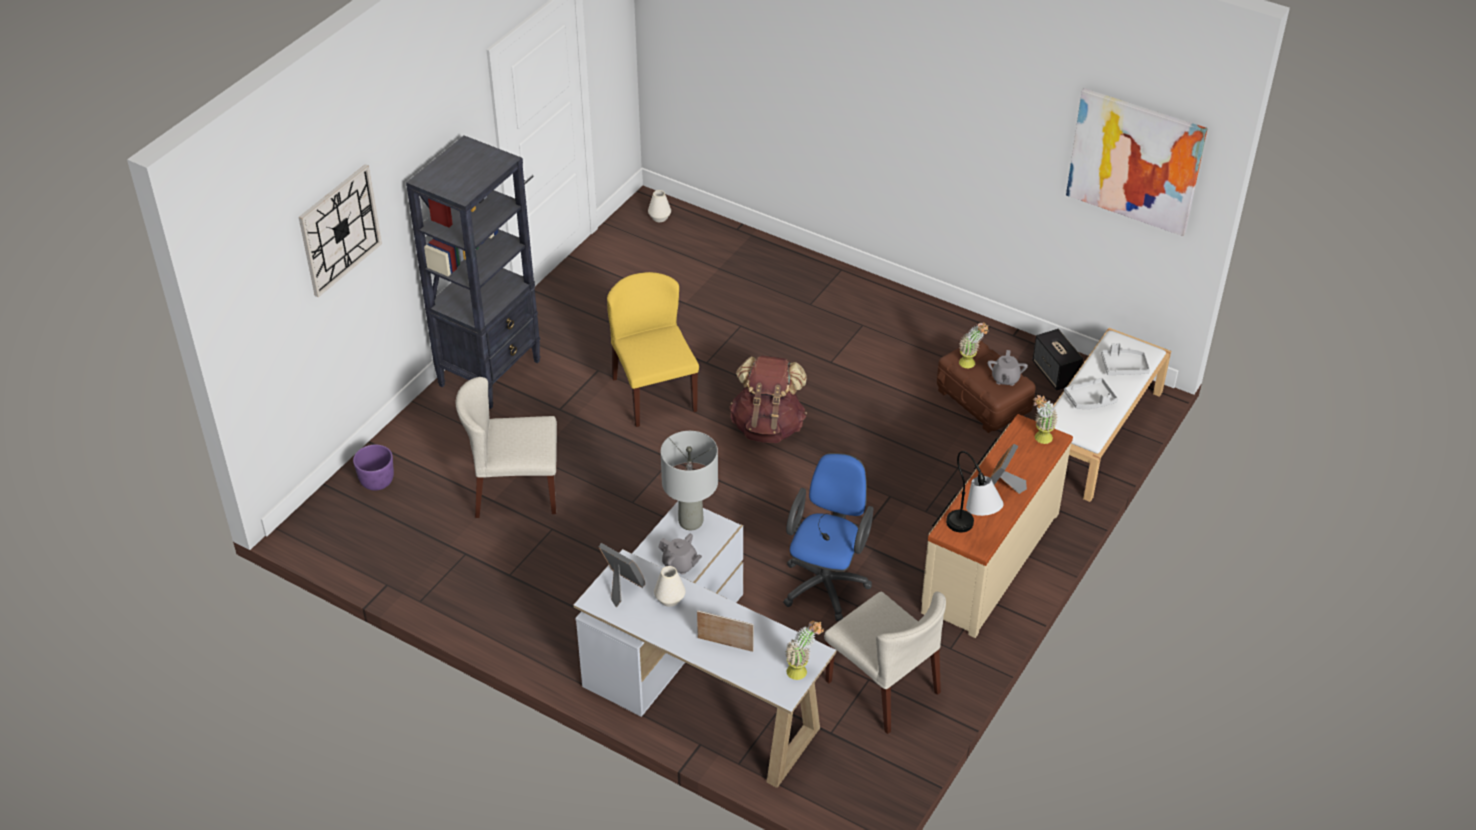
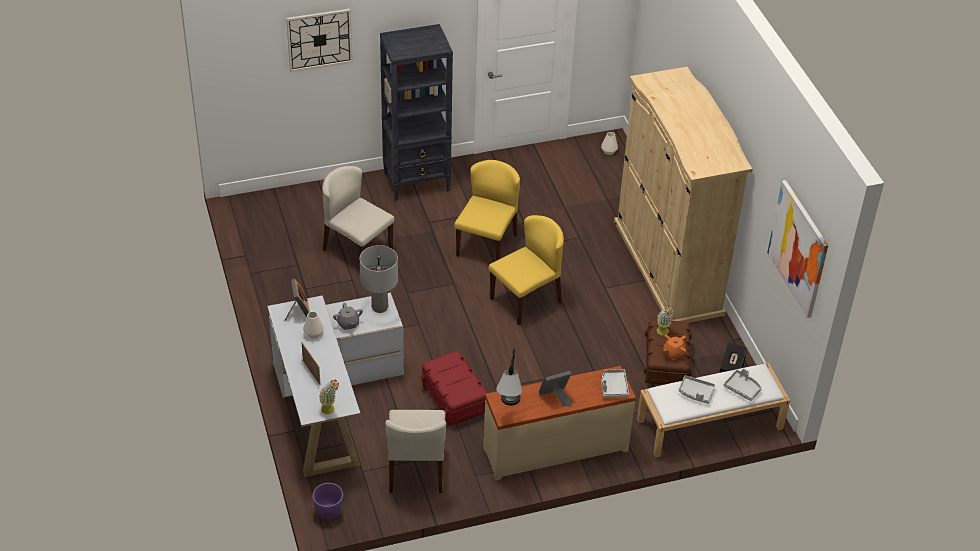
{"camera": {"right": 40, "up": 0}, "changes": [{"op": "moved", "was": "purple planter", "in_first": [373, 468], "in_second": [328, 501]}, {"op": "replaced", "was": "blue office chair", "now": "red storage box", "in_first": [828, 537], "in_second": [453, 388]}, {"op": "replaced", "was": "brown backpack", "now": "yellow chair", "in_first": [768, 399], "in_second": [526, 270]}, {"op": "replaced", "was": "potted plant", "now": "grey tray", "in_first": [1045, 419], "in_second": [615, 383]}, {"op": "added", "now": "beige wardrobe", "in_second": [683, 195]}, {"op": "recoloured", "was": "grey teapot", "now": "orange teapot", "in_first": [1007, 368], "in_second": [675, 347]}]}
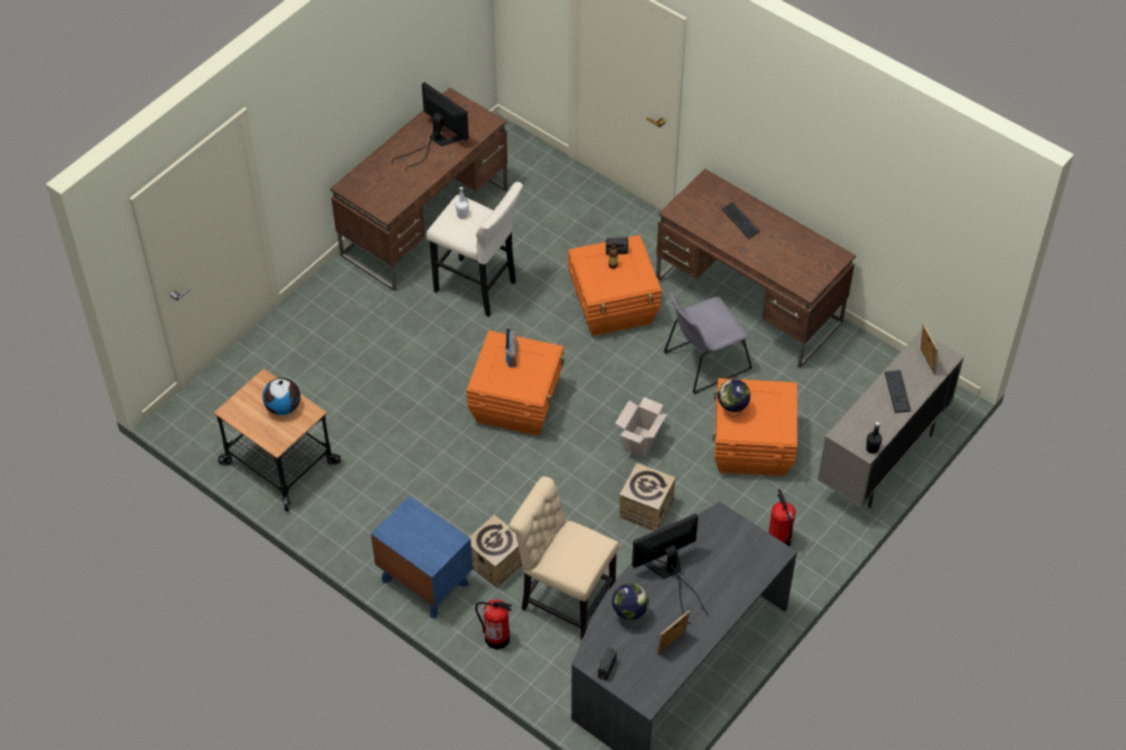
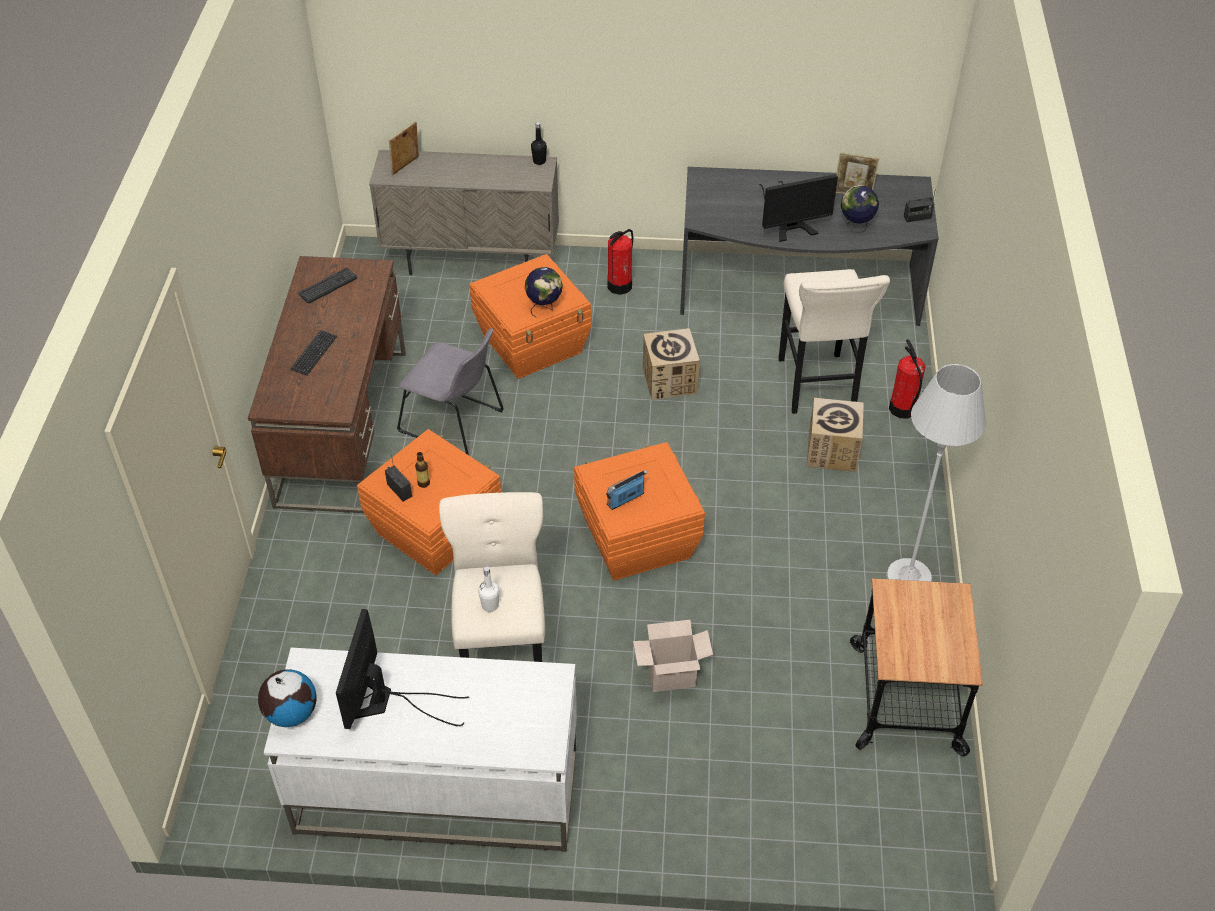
{"camera": {"right": -125, "up": -5}, "changes": [{"op": "moved", "was": "globe", "in_first": [281, 396], "in_second": [287, 698]}, {"op": "recoloured", "was": "brown desk", "now": "white desk", "in_first": [419, 189], "in_second": [420, 750]}, {"op": "moved", "was": "keyboard", "in_first": [898, 391], "in_second": [327, 286]}, {"op": "moved", "was": "cardboard box", "in_first": [641, 427], "in_second": [673, 656]}, {"op": "turned", "was": "monitor", "in_first": [670, 569], "in_second": [798, 208], "clockwise": -45}, {"op": "replaced", "was": "beige chair", "now": "beige stool", "in_first": [564, 557], "in_second": [834, 341]}, {"op": "added", "now": "white floor lamp", "in_second": [936, 472]}, {"op": "removed", "was": "blue nightstand", "in_first": [422, 557]}]}
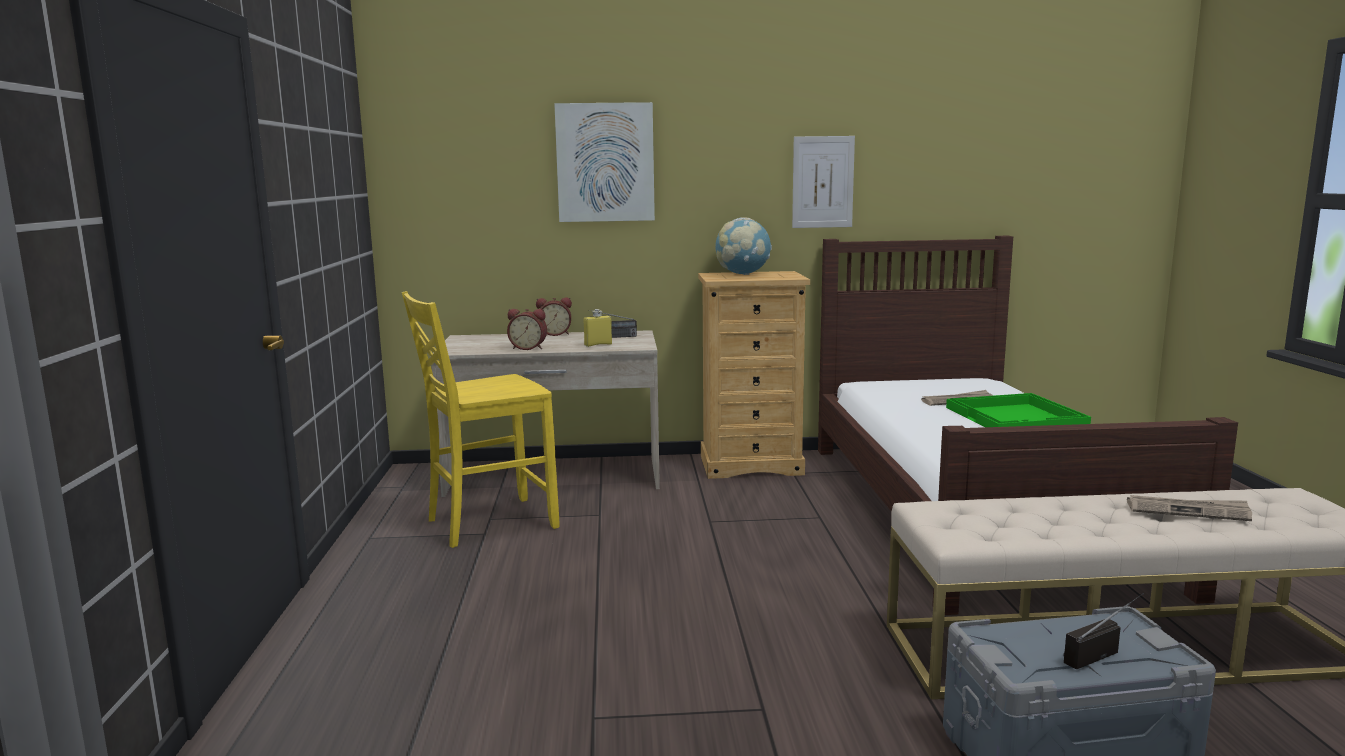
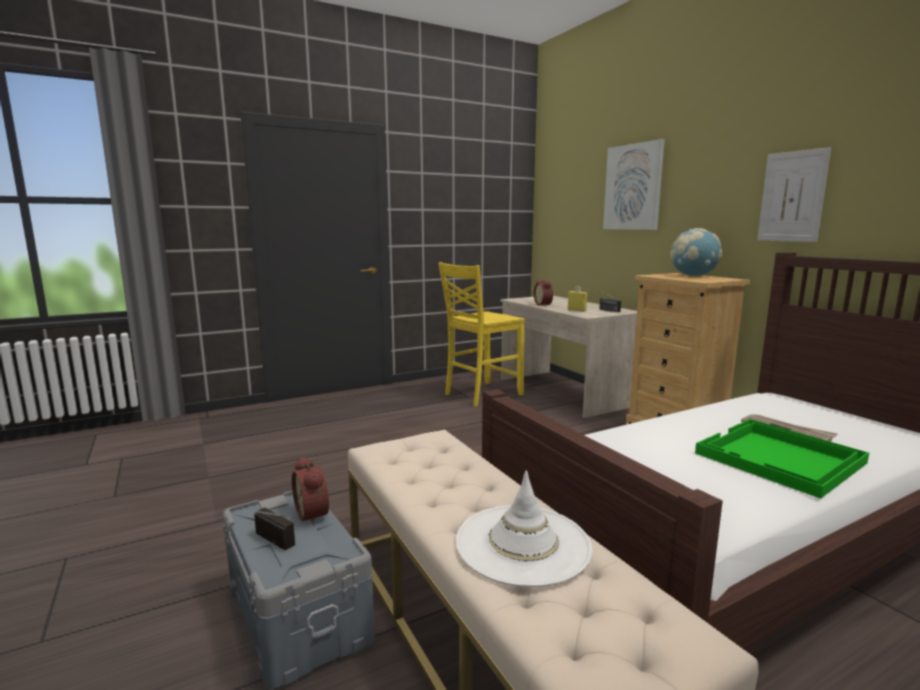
{"camera": {"right": 65, "up": 0}, "changes": [{"op": "moved", "was": "alarm clock", "in_first": [554, 317], "in_second": [310, 491]}, {"op": "turned", "was": "yellow chair", "in_first": [481, 419], "in_second": [481, 334], "clockwise": -75}, {"op": "replaced", "was": "newspaper", "now": "white hat", "in_first": [1189, 508], "in_second": [524, 528]}]}
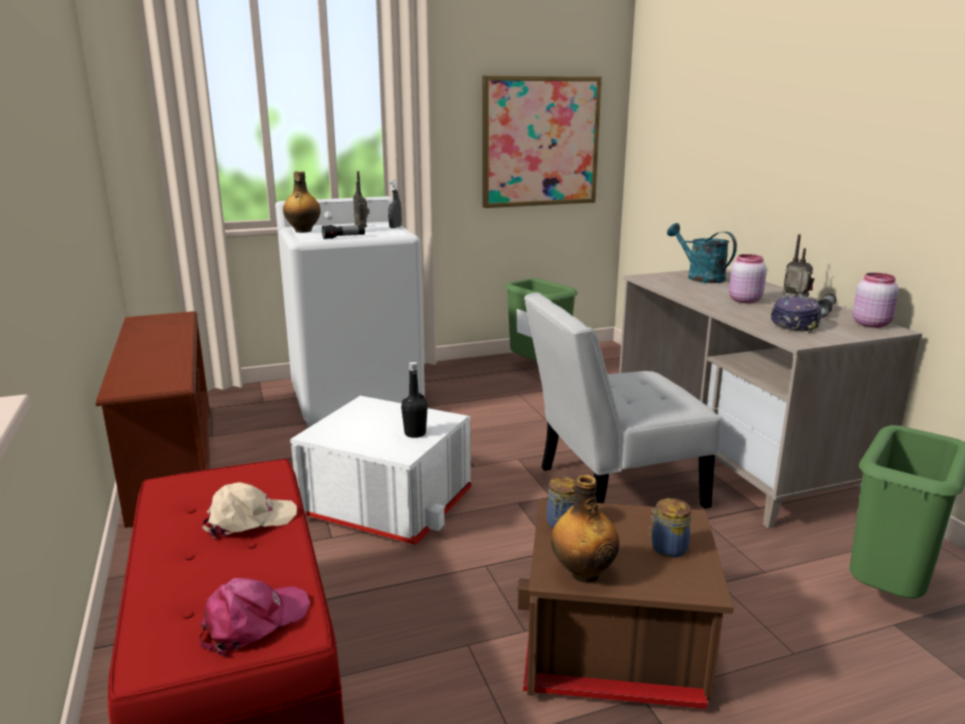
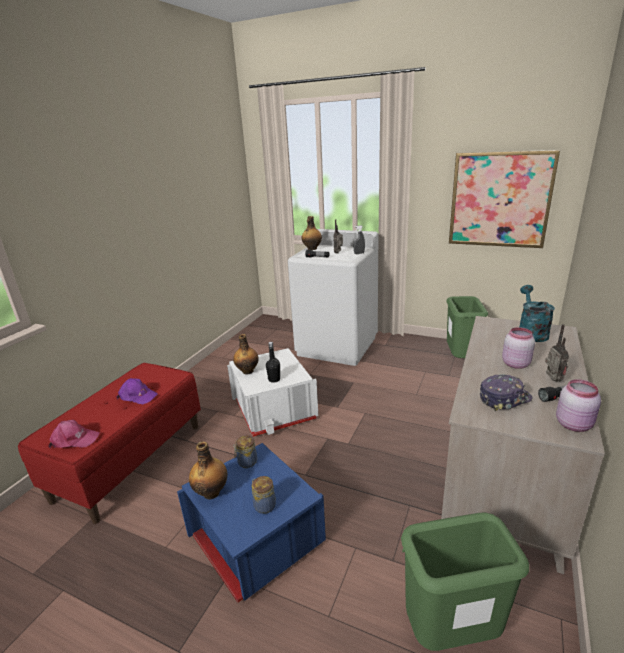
{"camera": {"right": 45, "up": 5}, "changes": [{"op": "recoloured", "was": "beige cap", "now": "purple cap", "in_first": [250, 510], "in_second": [137, 391]}, {"op": "recoloured", "was": "brown storage box", "now": "blue storage box", "in_first": [625, 604], "in_second": [251, 523]}, {"op": "added", "now": "bottle", "in_second": [246, 354]}, {"op": "removed", "was": "brown shoe rack", "in_first": [153, 419]}, {"op": "removed", "was": "white chair", "in_first": [622, 401]}]}
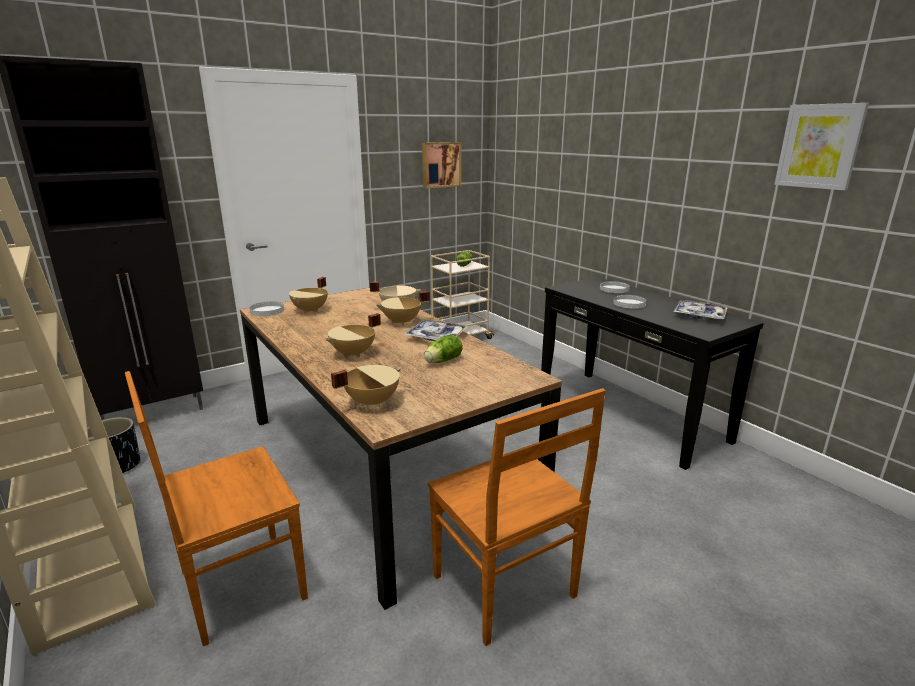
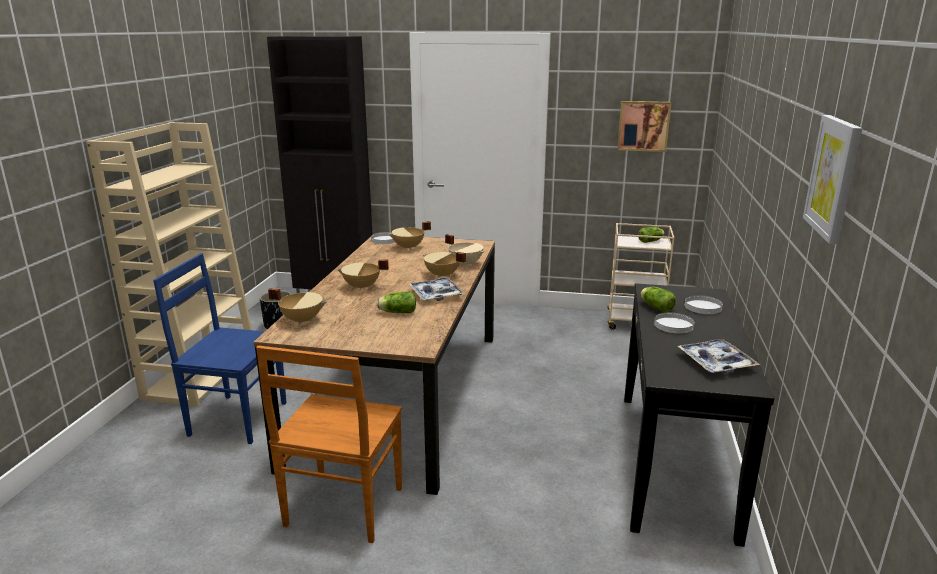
{"camera": {"right": 45, "up": 0}, "changes": [{"op": "recoloured", "was": "brown chair", "now": "blue chair", "in_first": [216, 508], "in_second": [219, 348]}, {"op": "added", "now": "lettuce", "in_second": [658, 299]}]}
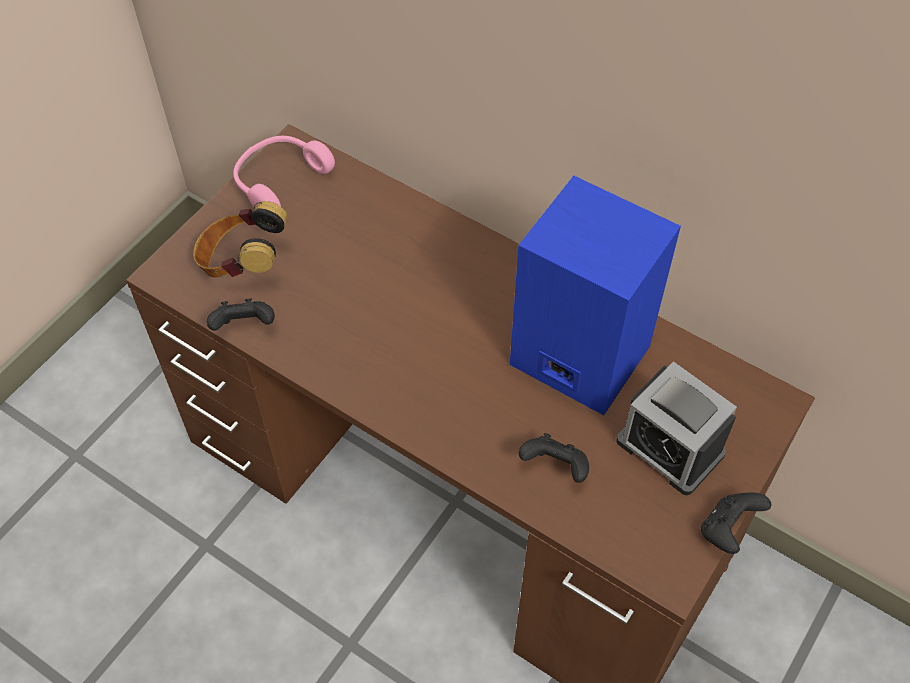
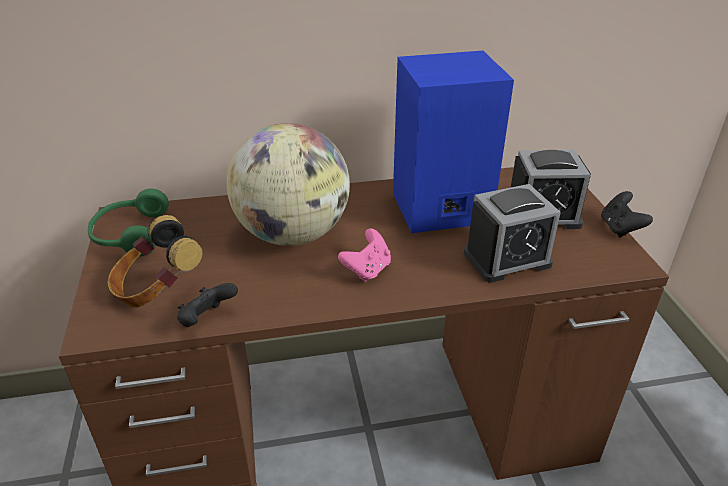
{"camera": {"right": -45, "up": -20}, "changes": [{"op": "recoloured", "was": "pink headphones", "now": "green headphones", "in_first": [284, 172], "in_second": [128, 222]}, {"op": "added", "now": "globe", "in_second": [288, 184]}, {"op": "added", "now": "pink game controller", "in_second": [364, 255]}, {"op": "replaced", "was": "black game controller", "now": "alarm clock", "in_first": [554, 458], "in_second": [512, 233]}]}
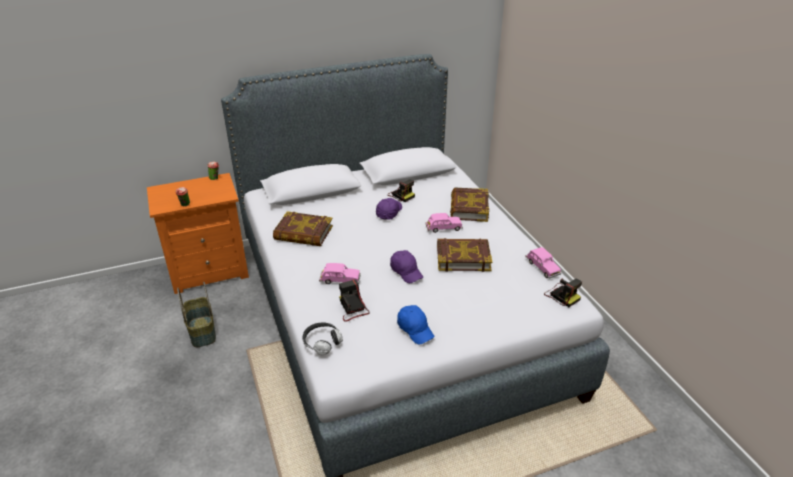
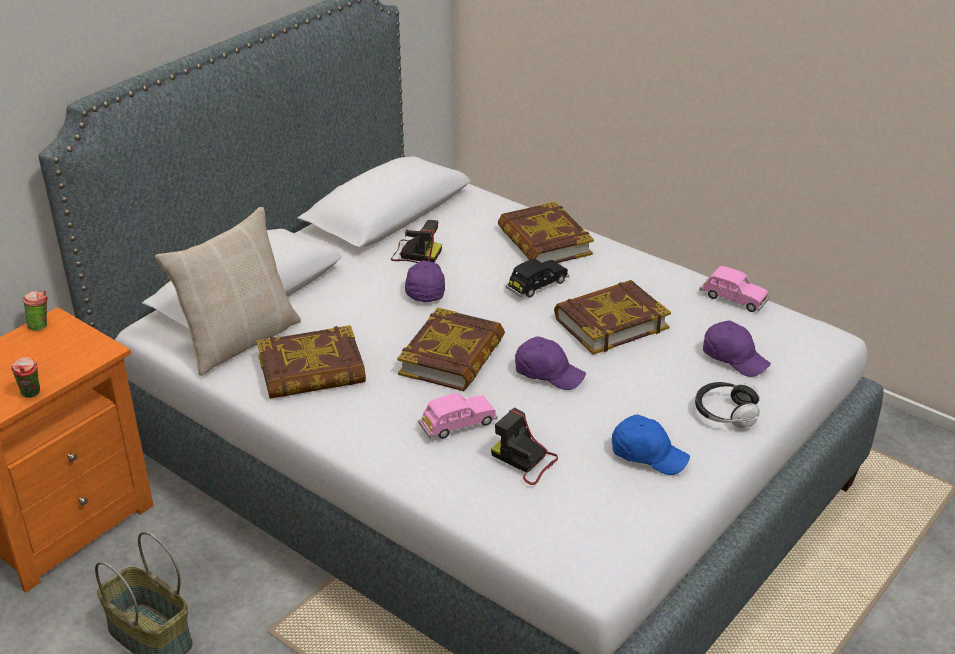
{"camera": {"right": -30, "up": 0}, "changes": [{"op": "added", "now": "beige pillow", "in_second": [228, 291]}, {"op": "added", "now": "book", "in_second": [451, 349]}, {"op": "recoloured", "was": "pink toy car", "now": "black toy car", "in_first": [444, 223], "in_second": [537, 278]}, {"op": "moved", "was": "headphones", "in_first": [322, 339], "in_second": [727, 405]}, {"op": "added", "now": "purple cap", "in_second": [737, 348]}, {"op": "removed", "was": "photo camera", "in_first": [563, 292]}]}
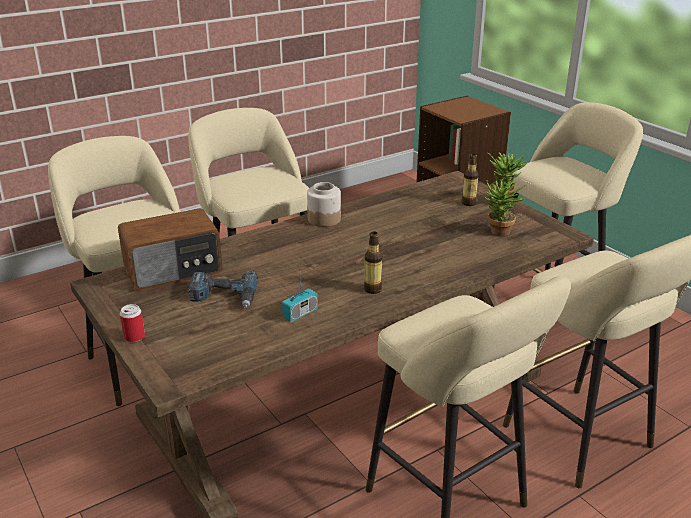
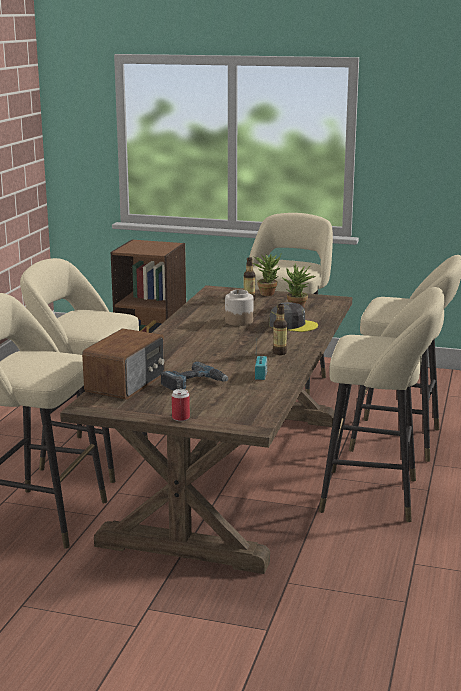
{"camera": {"right": -40, "up": -10}, "changes": [{"op": "moved", "was": "jar", "in_first": [324, 204], "in_second": [239, 308]}, {"op": "added", "now": "grey cap", "in_second": [293, 317]}]}
